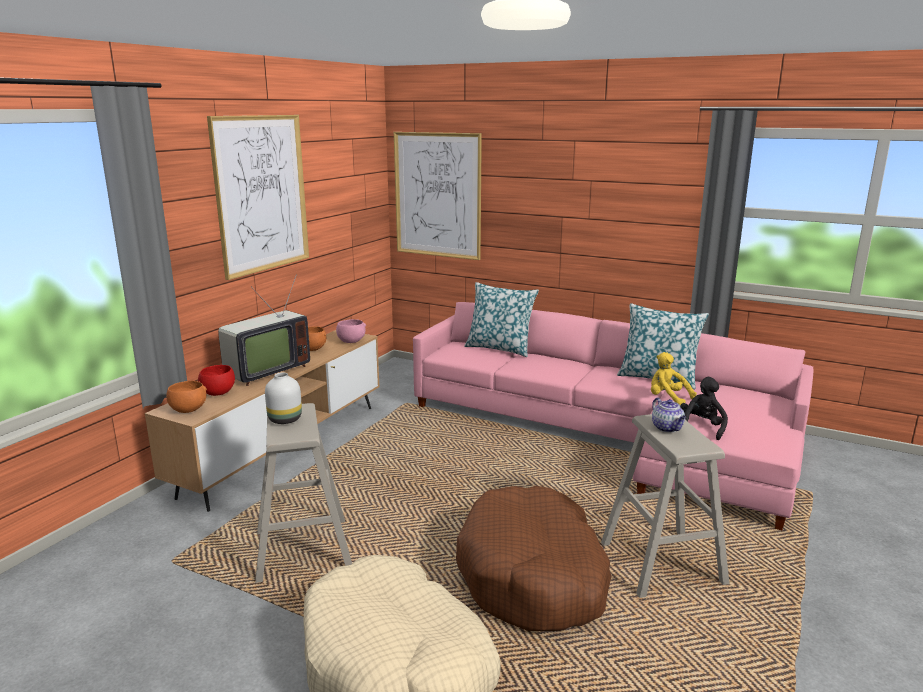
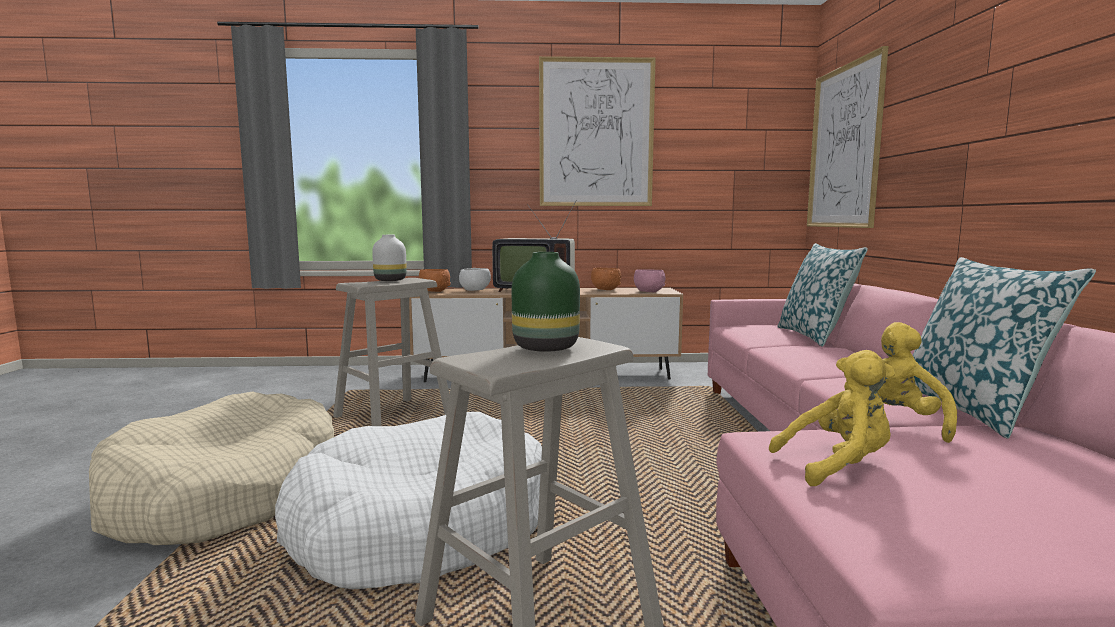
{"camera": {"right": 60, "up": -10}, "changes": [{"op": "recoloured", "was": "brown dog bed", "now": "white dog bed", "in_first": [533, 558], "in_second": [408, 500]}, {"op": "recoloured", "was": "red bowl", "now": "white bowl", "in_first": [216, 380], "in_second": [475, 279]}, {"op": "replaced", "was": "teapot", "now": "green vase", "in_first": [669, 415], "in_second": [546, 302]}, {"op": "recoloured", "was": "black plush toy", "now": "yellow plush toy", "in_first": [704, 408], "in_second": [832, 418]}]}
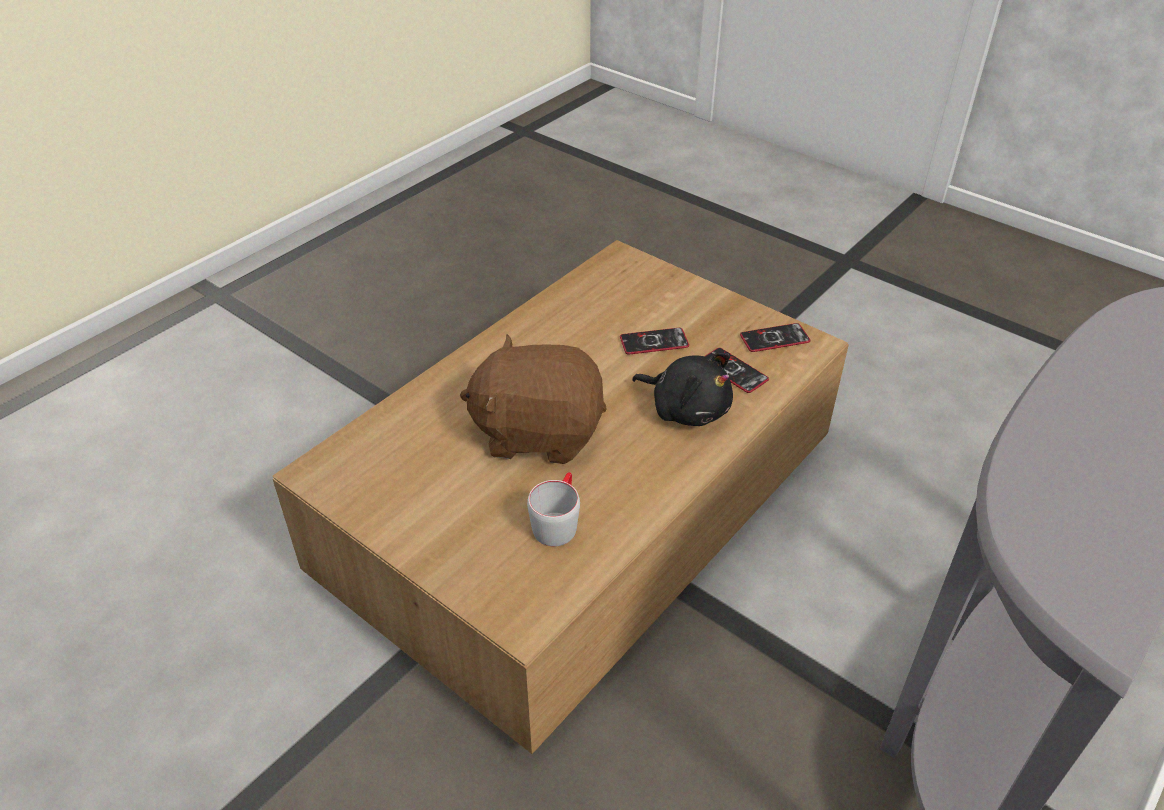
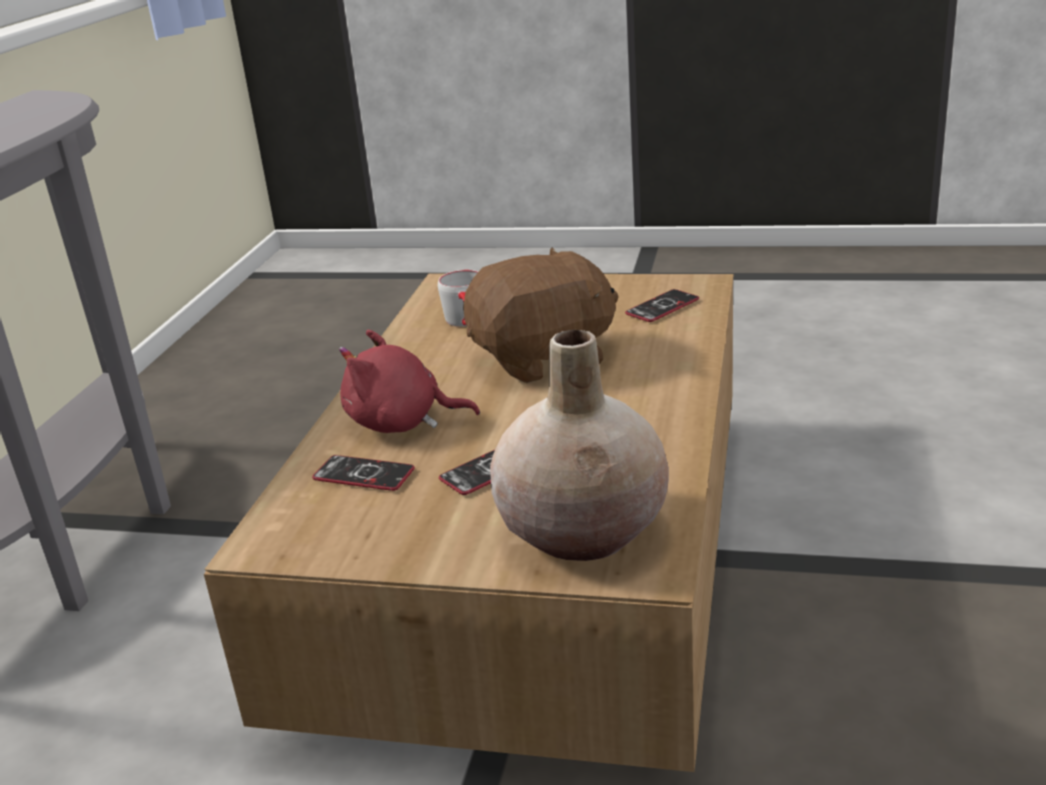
{"camera": {"right": 155, "up": -15}, "changes": [{"op": "recoloured", "was": "black plush toy", "now": "red plush toy", "in_first": [682, 389], "in_second": [409, 381]}, {"op": "added", "now": "beige vase", "in_second": [579, 445]}, {"op": "moved", "was": "phone", "in_first": [775, 337], "in_second": [662, 305]}]}
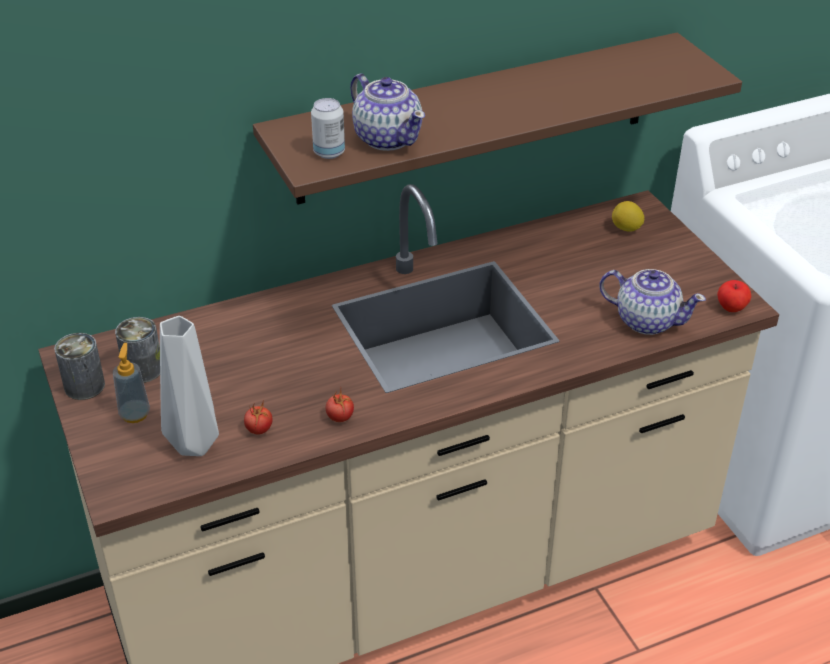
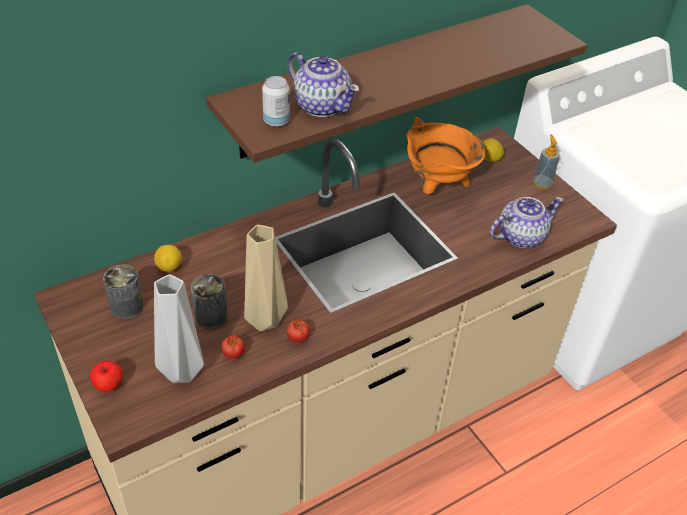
{"camera": {"right": -10, "up": 5}, "changes": [{"op": "moved", "was": "apple", "in_first": [734, 296], "in_second": [106, 376]}, {"op": "added", "now": "lemon", "in_second": [168, 258]}, {"op": "moved", "was": "can", "in_first": [79, 366], "in_second": [209, 301]}, {"op": "added", "now": "beige vase", "in_second": [266, 278]}, {"op": "added", "now": "orange cooking pot", "in_second": [445, 155]}, {"op": "turned", "was": "teapot", "in_first": [652, 302], "in_second": [526, 222], "clockwise": -45}, {"op": "moved", "was": "soap dispenser", "in_first": [131, 383], "in_second": [546, 162]}]}
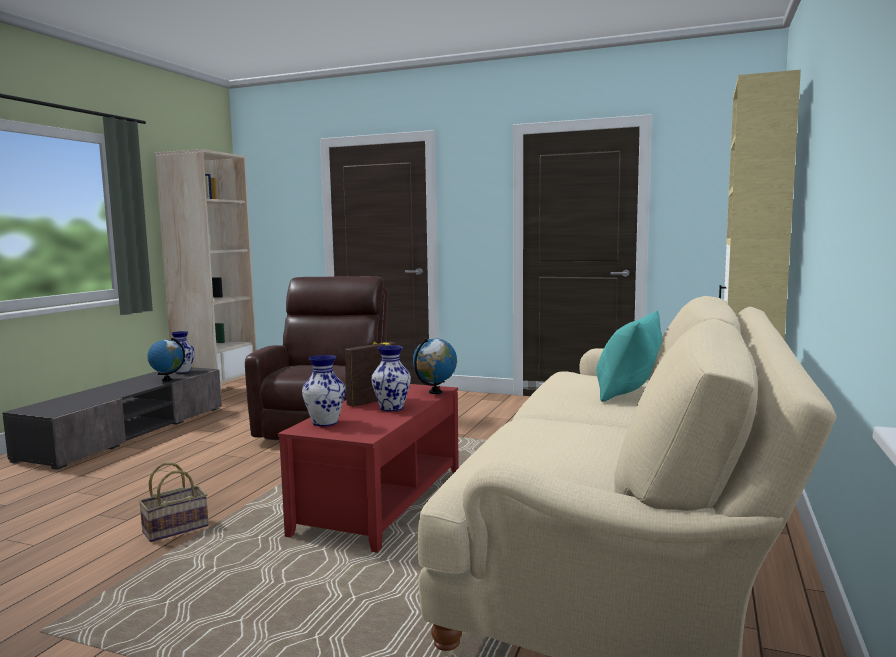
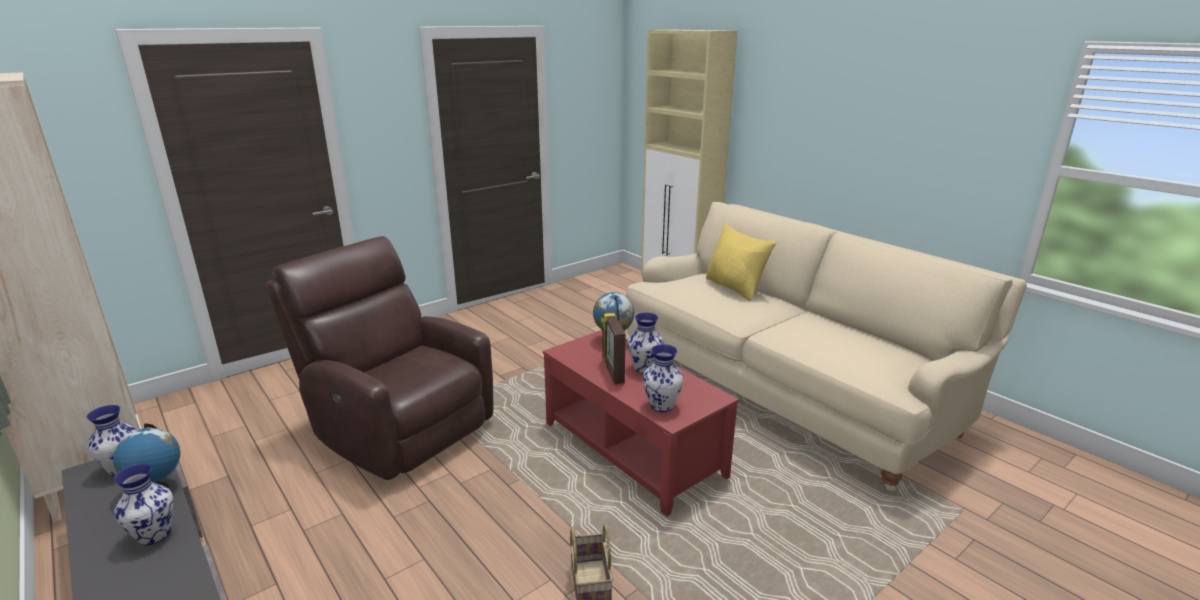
{"camera": {"right": -60, "up": 15}, "changes": [{"op": "added", "now": "vase", "in_second": [144, 504]}, {"op": "recoloured", "was": "turquoise pillow", "now": "yellow pillow", "in_first": [629, 356], "in_second": [741, 262]}]}
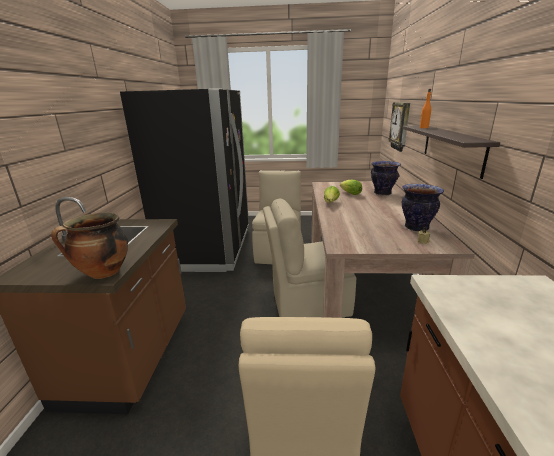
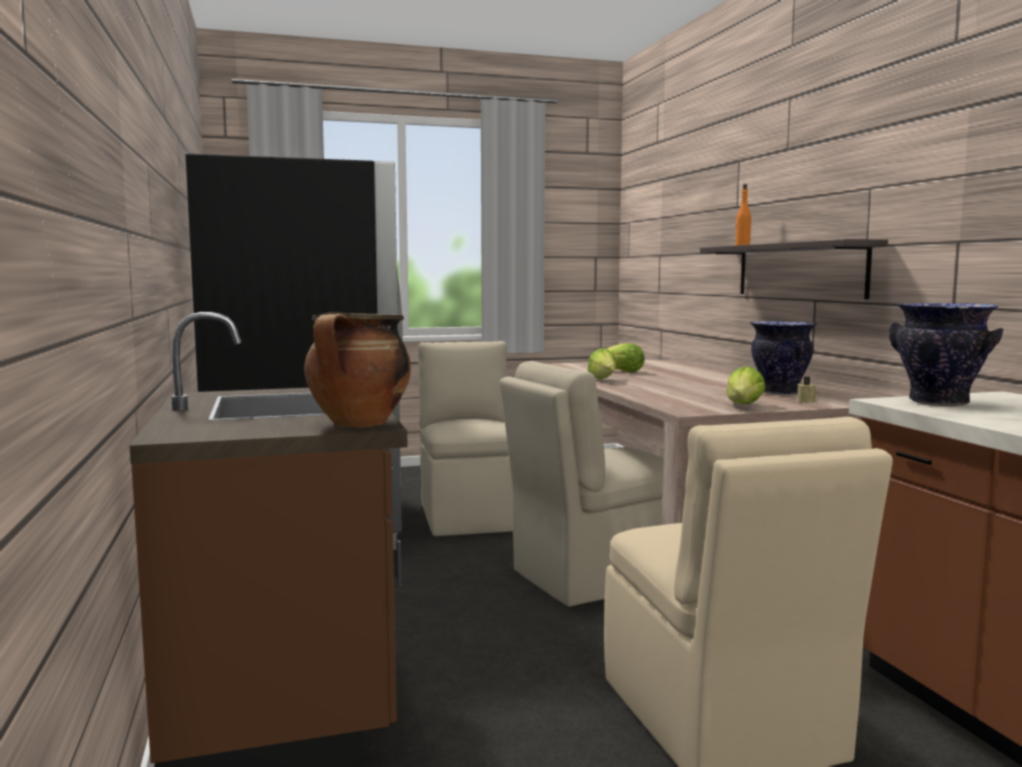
{"camera": {"right": -20, "up": -15}, "changes": [{"op": "added", "now": "lettuce", "in_second": [746, 385]}, {"op": "moved", "was": "vase", "in_first": [386, 178], "in_second": [946, 354]}, {"op": "removed", "was": "wall clock", "in_first": [399, 127]}]}
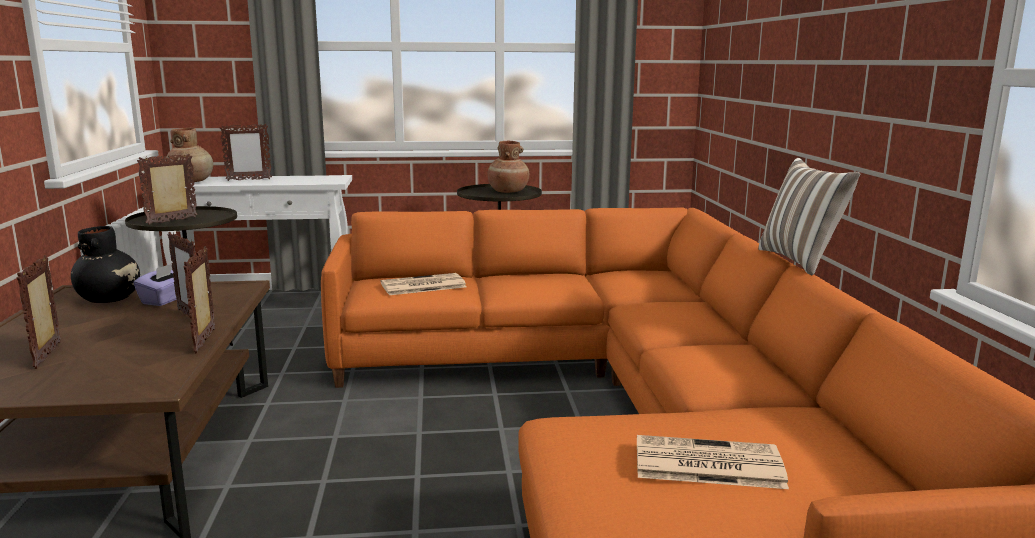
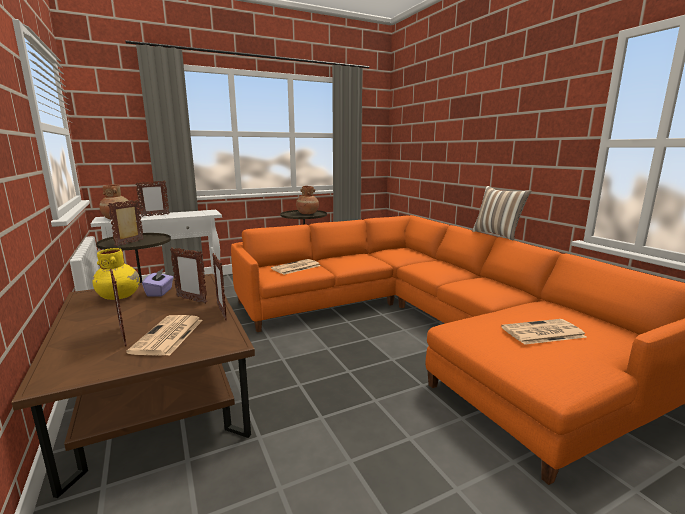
{"camera": {"right": -20, "up": 0}, "changes": [{"op": "recoloured", "was": "black vase", "now": "yellow vase", "in_first": [105, 264], "in_second": [116, 274]}, {"op": "added", "now": "newspaper", "in_second": [164, 335]}]}
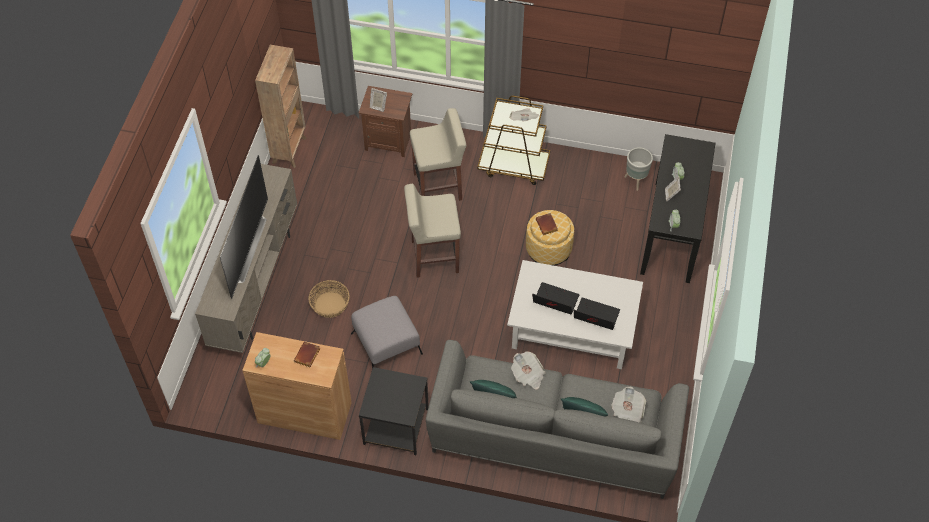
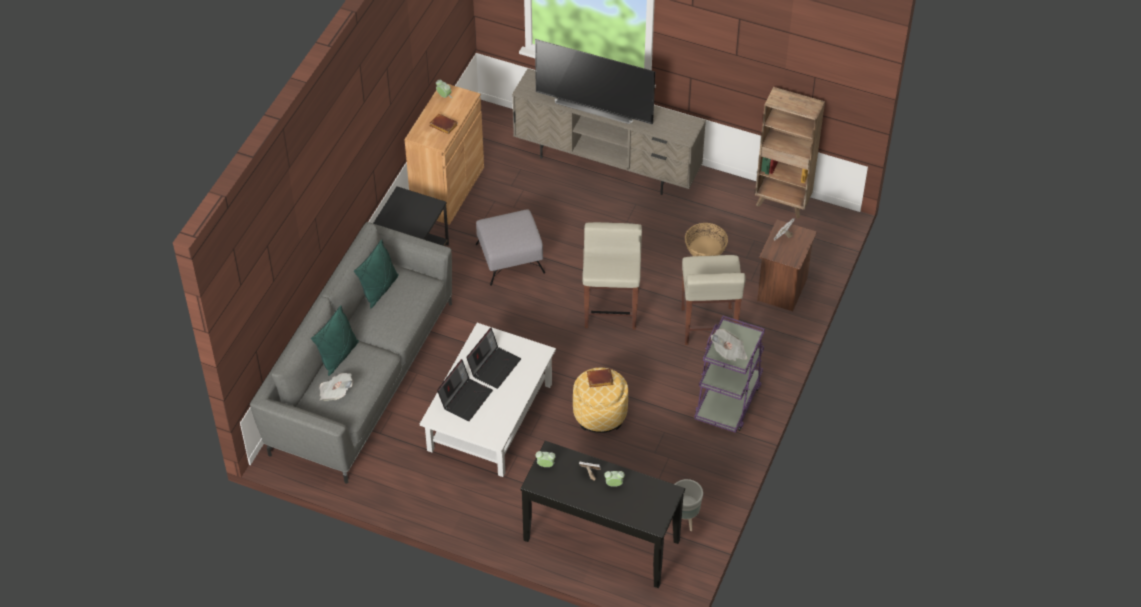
{"camera": {"right": 100, "up": -5}, "changes": [{"op": "moved", "was": "basket", "in_first": [329, 299], "in_second": [706, 239]}, {"op": "recoloured", "was": "brown cart", "now": "purple cart", "in_first": [513, 140], "in_second": [729, 374]}, {"op": "removed", "was": "newspaper", "in_first": [528, 371]}]}
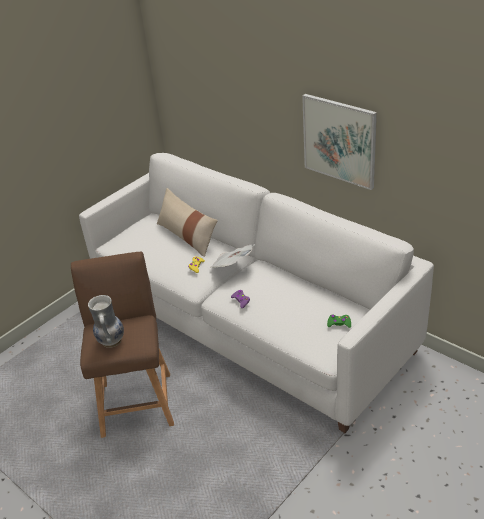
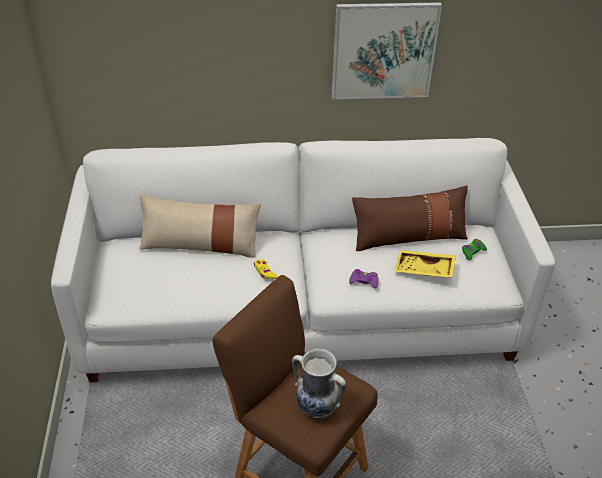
{"camera": {"right": -50, "up": 5}, "changes": [{"op": "added", "now": "brown pillow", "in_second": [410, 218]}, {"op": "added", "now": "yellow tray", "in_second": [425, 263]}, {"op": "removed", "was": "newspaper", "in_first": [232, 256]}]}
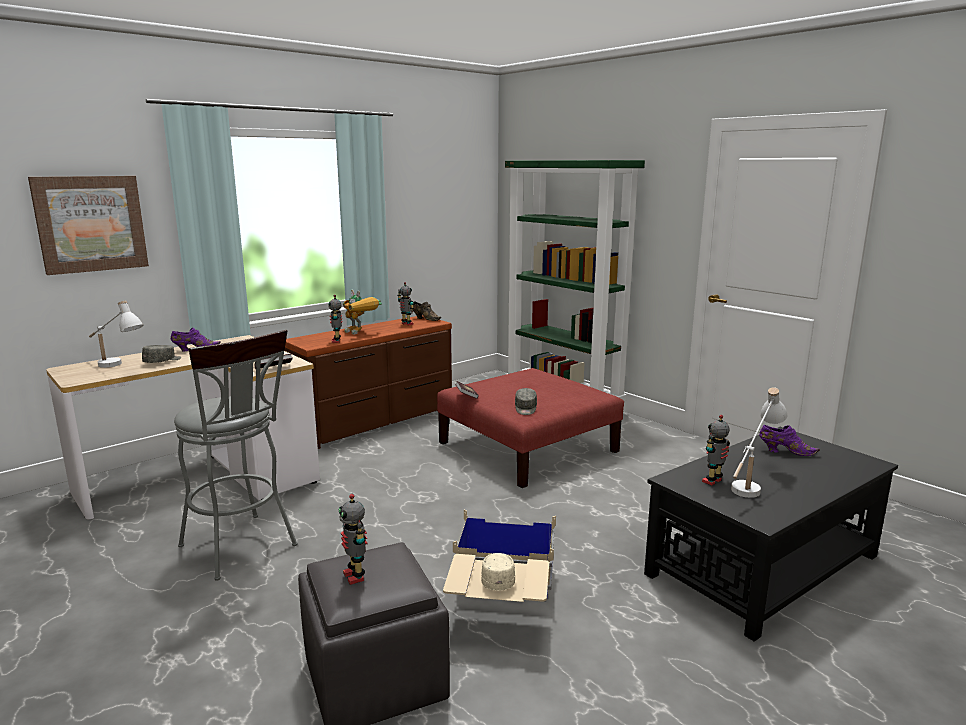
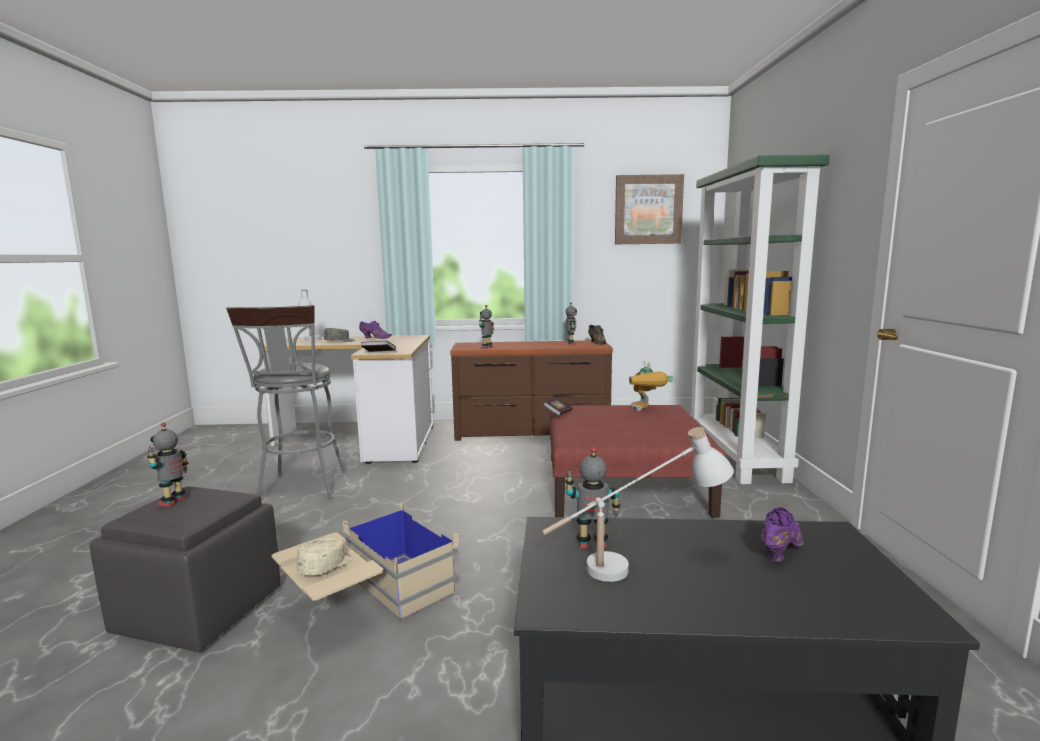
{"camera": {"right": 40, "up": -5}, "changes": [{"op": "moved", "was": "picture", "in_first": [88, 225], "in_second": [649, 209]}, {"op": "moved", "was": "toy robot", "in_first": [362, 312], "in_second": [651, 386]}, {"op": "turned", "was": "purple shoe", "in_first": [789, 440], "in_second": [782, 534], "clockwise": -105}, {"op": "removed", "was": "grey cap", "in_first": [526, 401]}]}
